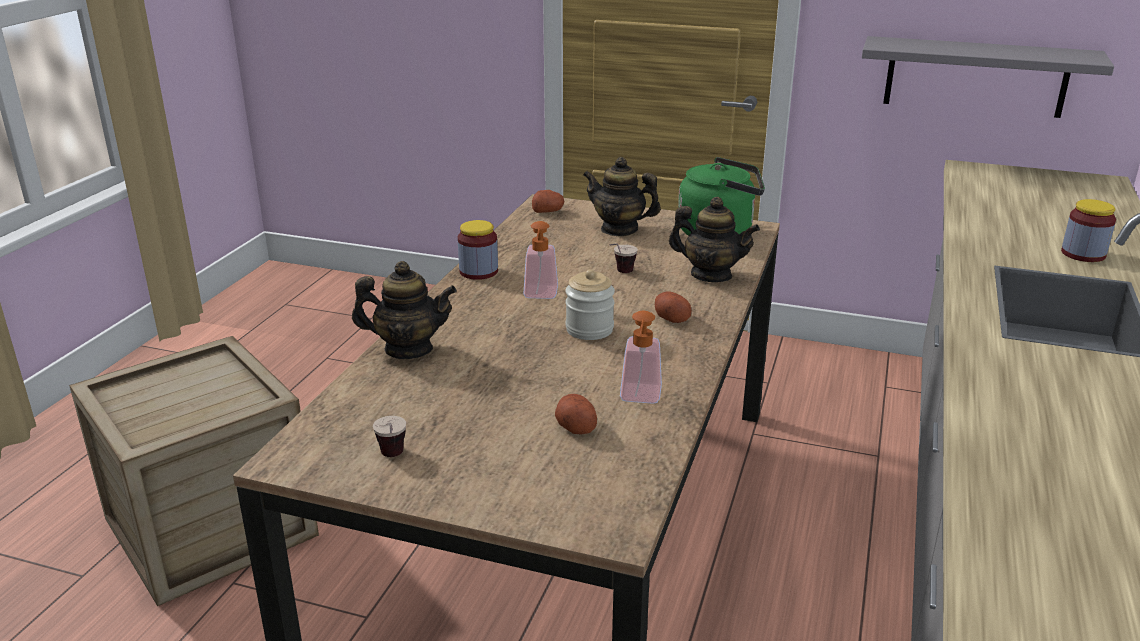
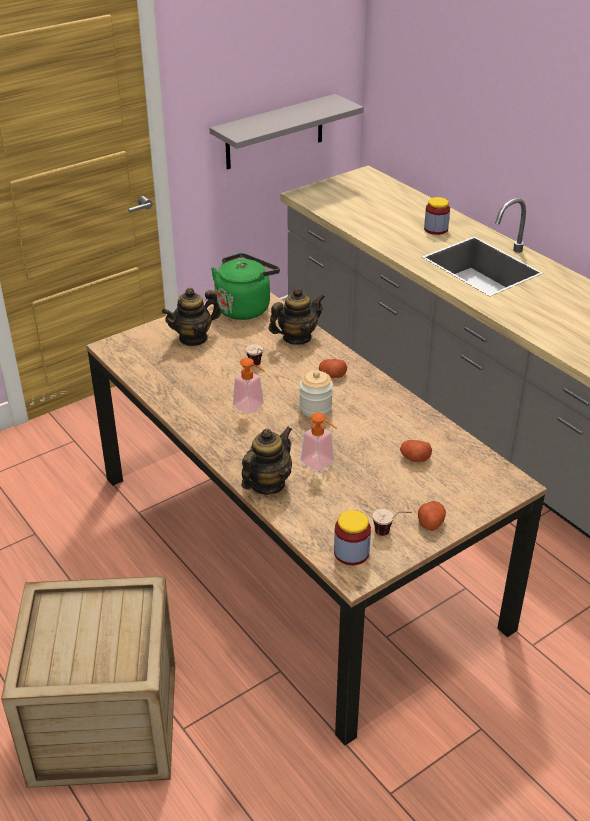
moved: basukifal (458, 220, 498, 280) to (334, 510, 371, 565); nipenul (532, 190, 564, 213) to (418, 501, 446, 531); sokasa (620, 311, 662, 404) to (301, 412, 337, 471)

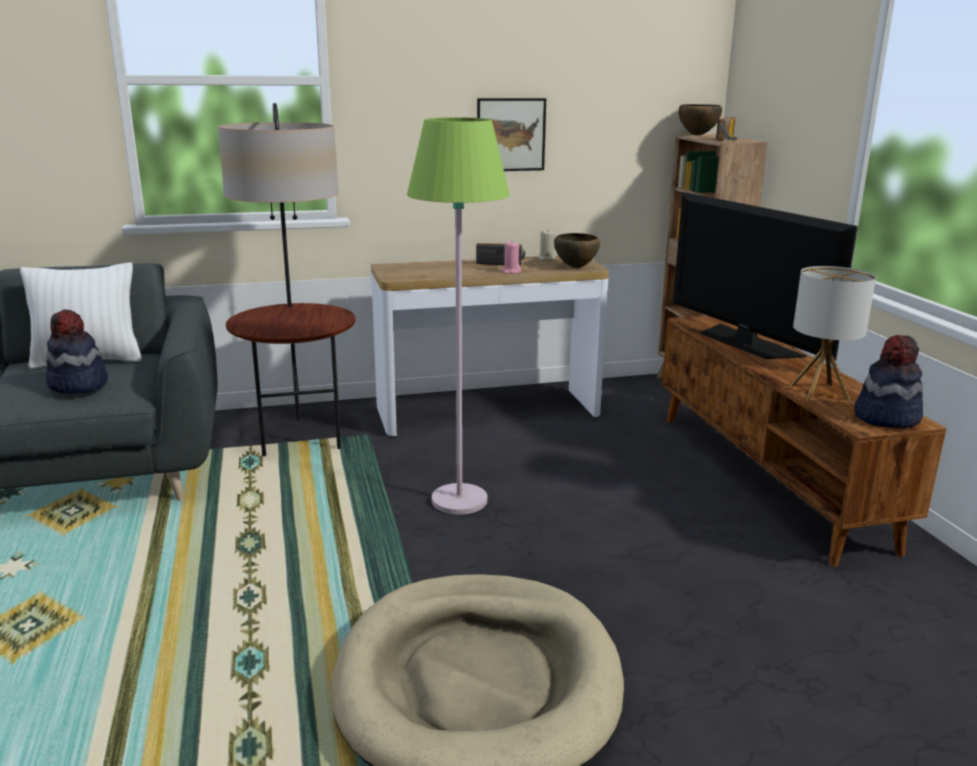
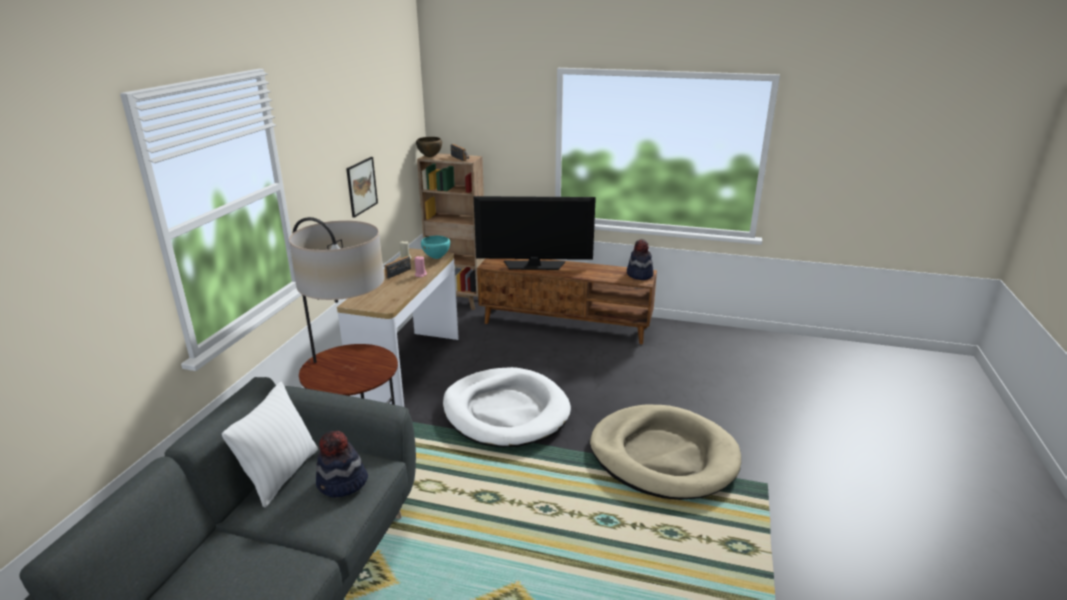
removed: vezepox (790, 266, 876, 401)
replaced: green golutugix (407, 117, 510, 515) to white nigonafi (443, 367, 571, 447)
recoloured: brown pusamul (554, 233, 600, 268) to turquoise pusamul (421, 236, 450, 259)

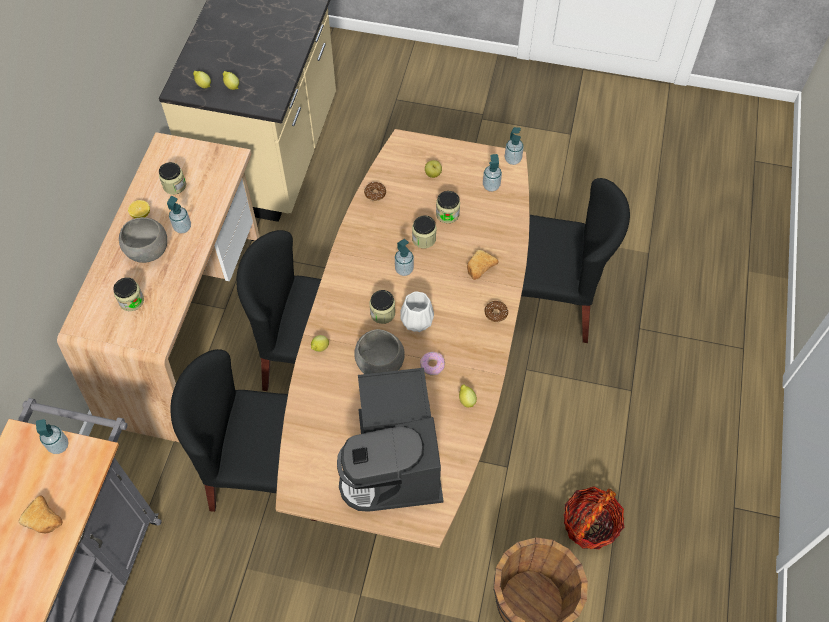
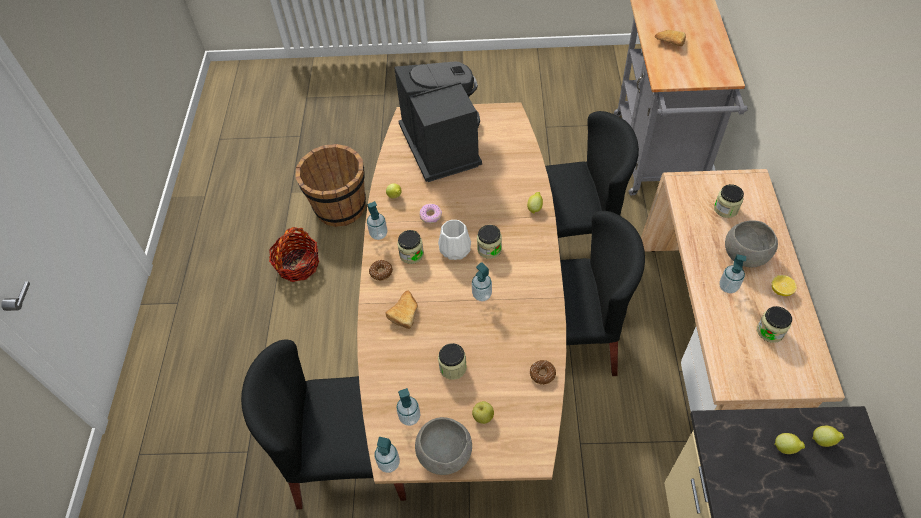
moved: sokasa (36, 419, 69, 454) to (367, 201, 388, 240); grey pusamul (354, 329, 405, 374) to (415, 417, 472, 475); basukifal (412, 216, 436, 248) to (397, 230, 424, 264)

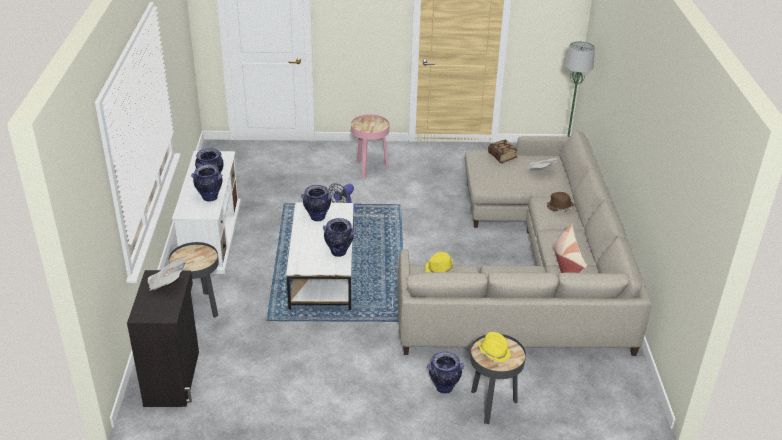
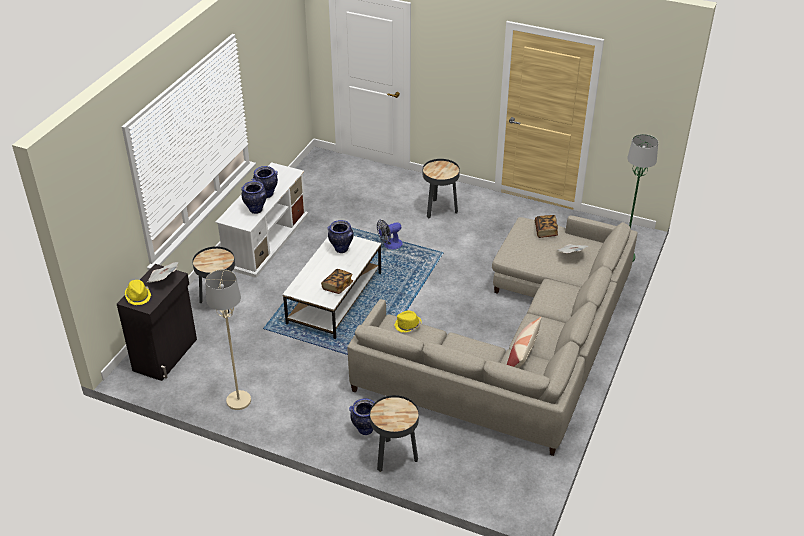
removed: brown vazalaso (547, 192, 574, 211)
added: beige golutugix (205, 270, 251, 410)
moved: yellow vazalaso (478, 332, 510, 362) to (125, 280, 151, 305)
replaced: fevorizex (323, 218, 355, 257) to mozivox (321, 269, 353, 294)
recoloured: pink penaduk (351, 114, 389, 178) to black penaduk (423, 159, 460, 218)

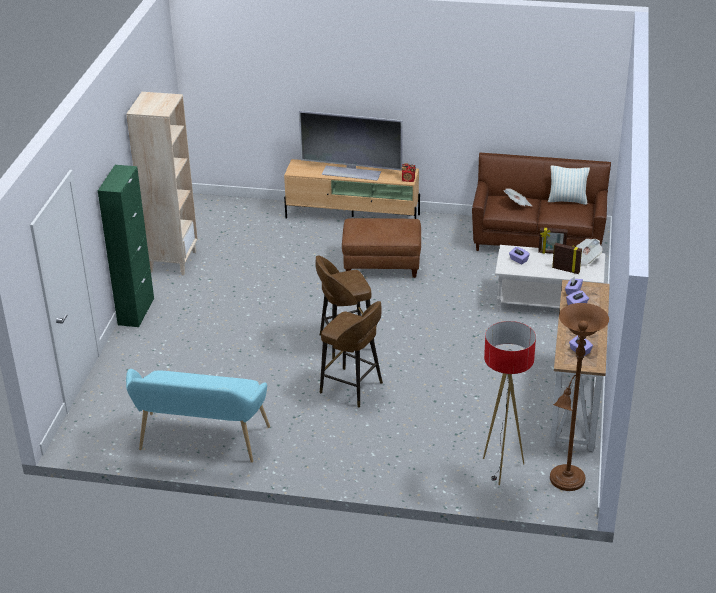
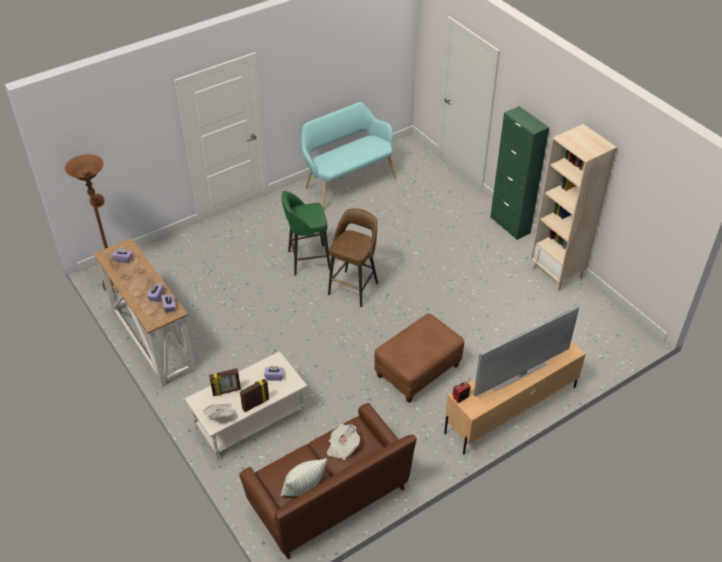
removed: golutugix (483, 321, 536, 485)
recoloured: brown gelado (320, 301, 383, 408) to green gelado (282, 191, 330, 276)

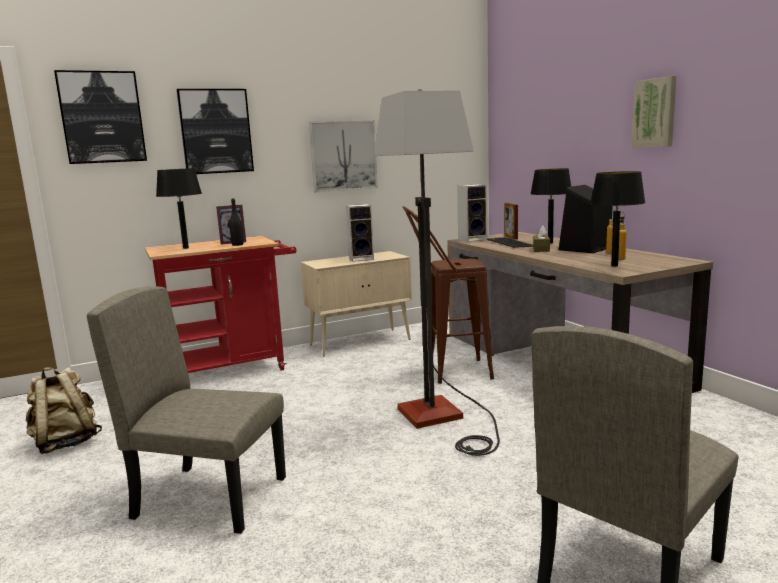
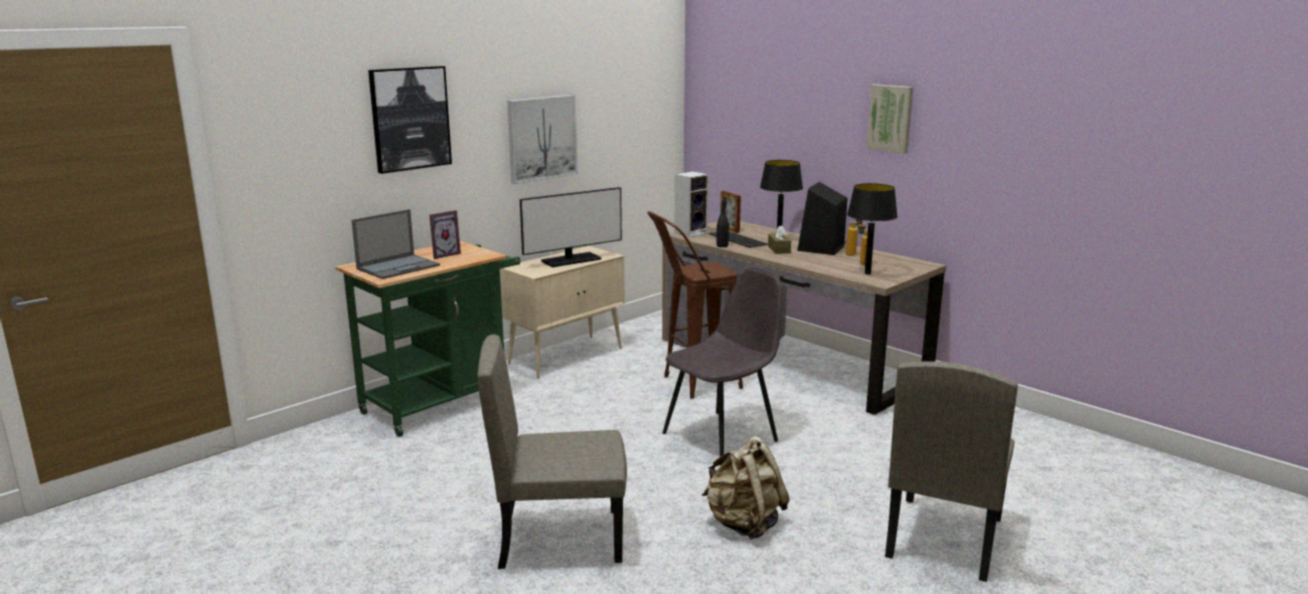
removed: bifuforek (54, 70, 147, 164)
moved: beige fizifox (26, 367, 102, 454) to (702, 436, 790, 540); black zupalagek (230, 198, 244, 246) to (716, 199, 729, 247)
replaced: black vezepox (156, 168, 202, 249) to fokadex (351, 209, 440, 279); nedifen (346, 204, 374, 262) to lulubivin (520, 187, 622, 267); golutugix (374, 89, 500, 456) to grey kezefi (663, 268, 783, 457)
recoloured: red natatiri (145, 236, 296, 373) to green natatiri (335, 241, 520, 437)

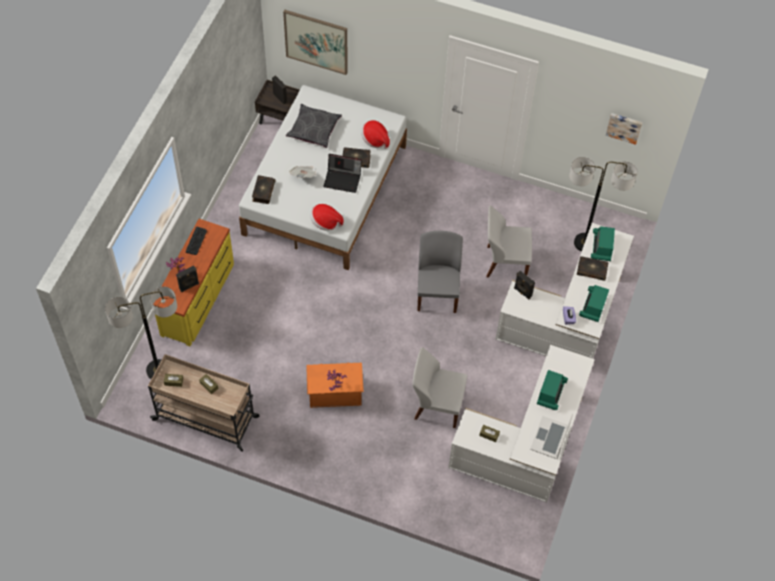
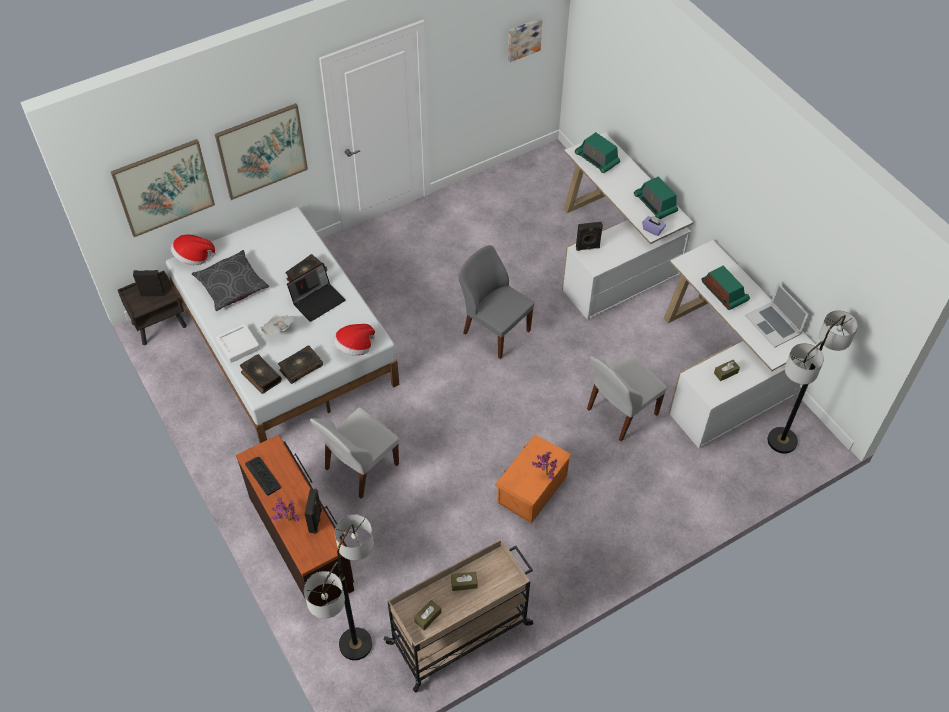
added: bifuforek (215, 103, 308, 200); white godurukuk (216, 323, 260, 363)
moved: vazalaso (361, 120, 390, 149) to (171, 234, 216, 265); white kezefi (487, 205, 532, 278) to (310, 407, 399, 498); golutugix (569, 157, 637, 251) to (768, 310, 858, 454); mozivox (577, 256, 608, 281) to (278, 345, 323, 384)
recoloured: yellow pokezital (153, 219, 234, 346) to brown pokezital (236, 435, 354, 606)

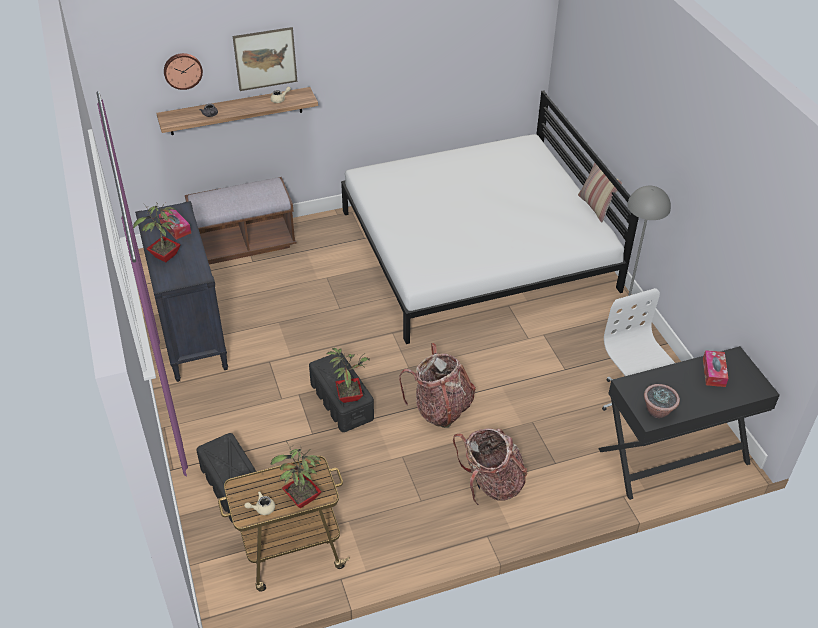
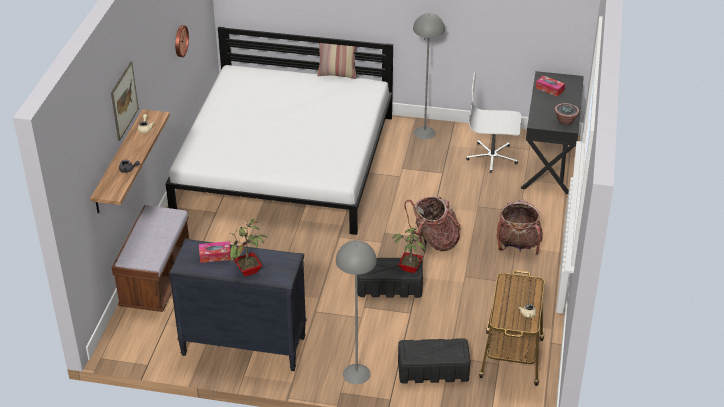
removed: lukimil (271, 441, 322, 508)
added: grey golutugix (336, 240, 377, 384)
moved: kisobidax (164, 53, 203, 90) to (175, 25, 189, 57)

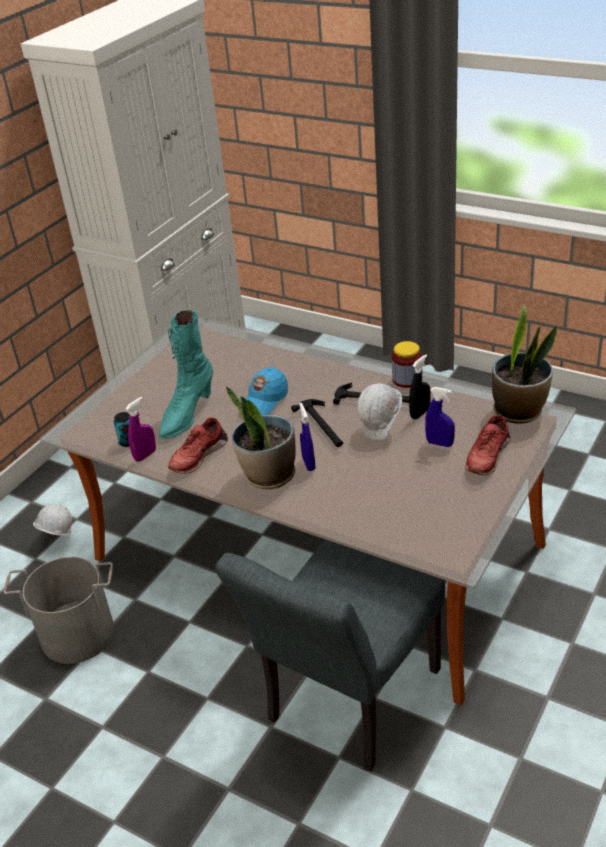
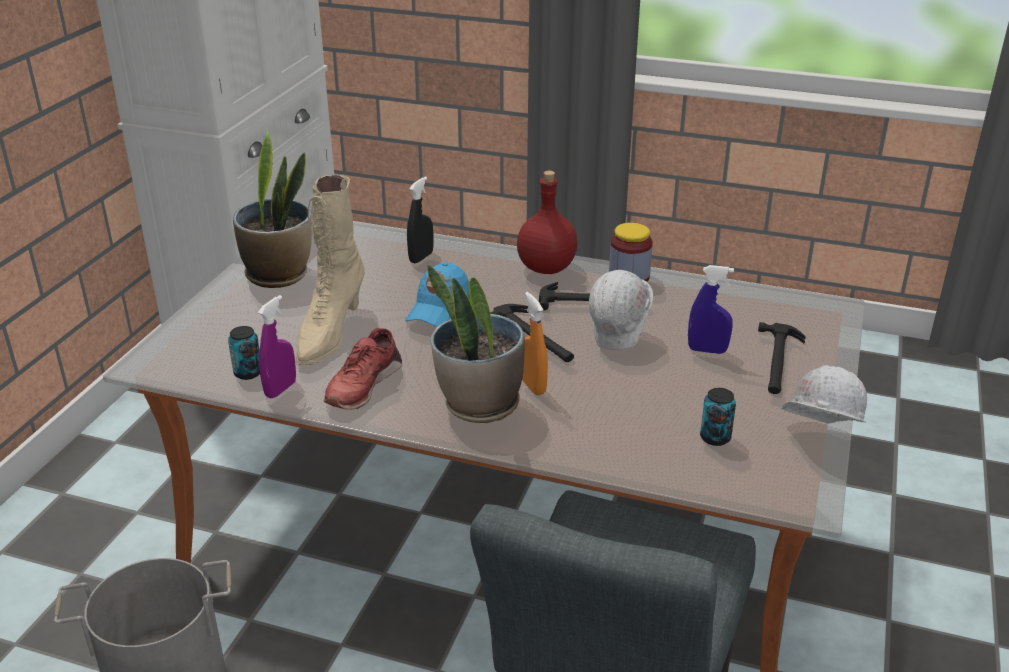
added: red zupalagek (517, 171, 578, 274); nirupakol (700, 388, 736, 446)
moved: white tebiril (33, 504, 72, 536) to (782, 365, 867, 424); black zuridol (409, 354, 431, 419) to (407, 177, 433, 263); lukimil (492, 304, 558, 424) to (233, 130, 312, 288)
replaced: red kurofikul (465, 415, 510, 475) to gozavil (758, 322, 806, 394)
recoloured: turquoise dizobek (159, 310, 213, 439) to beige dizobek (296, 175, 364, 365); blue zuridol (299, 403, 315, 471) to orange zuridol (522, 292, 548, 395)

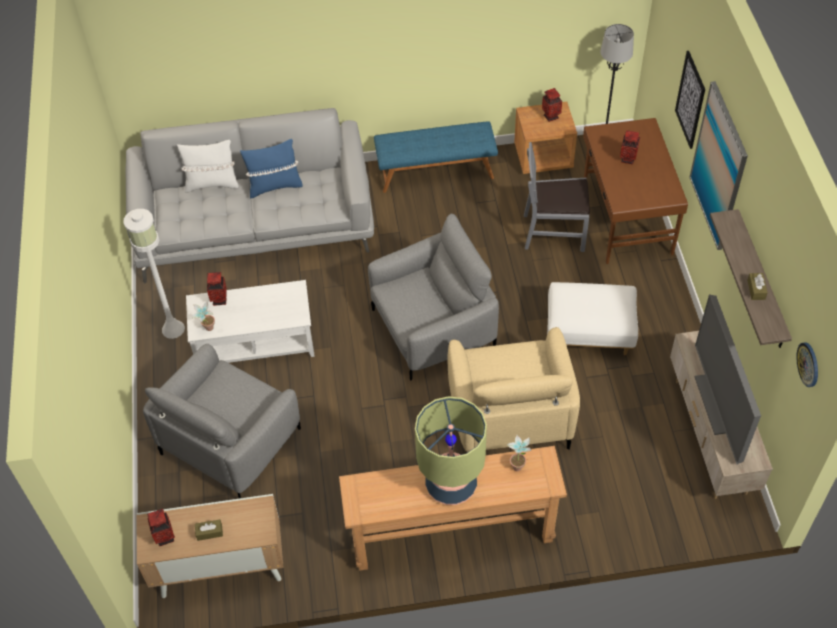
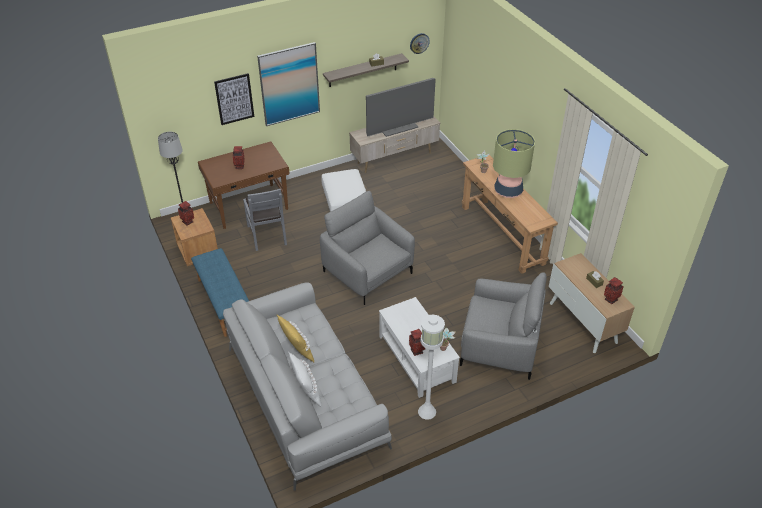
removed: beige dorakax (448, 327, 580, 452)
recoloured: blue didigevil (240, 139, 303, 199) to yellow didigevil (276, 314, 315, 363)

